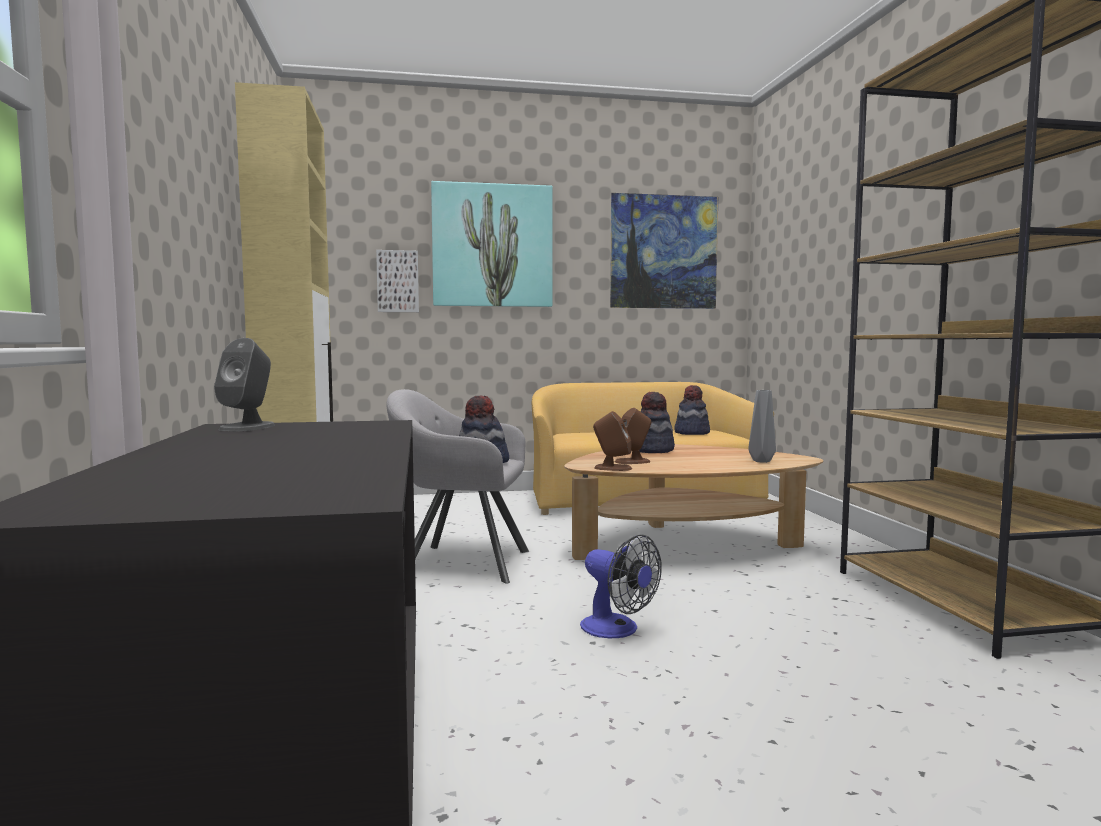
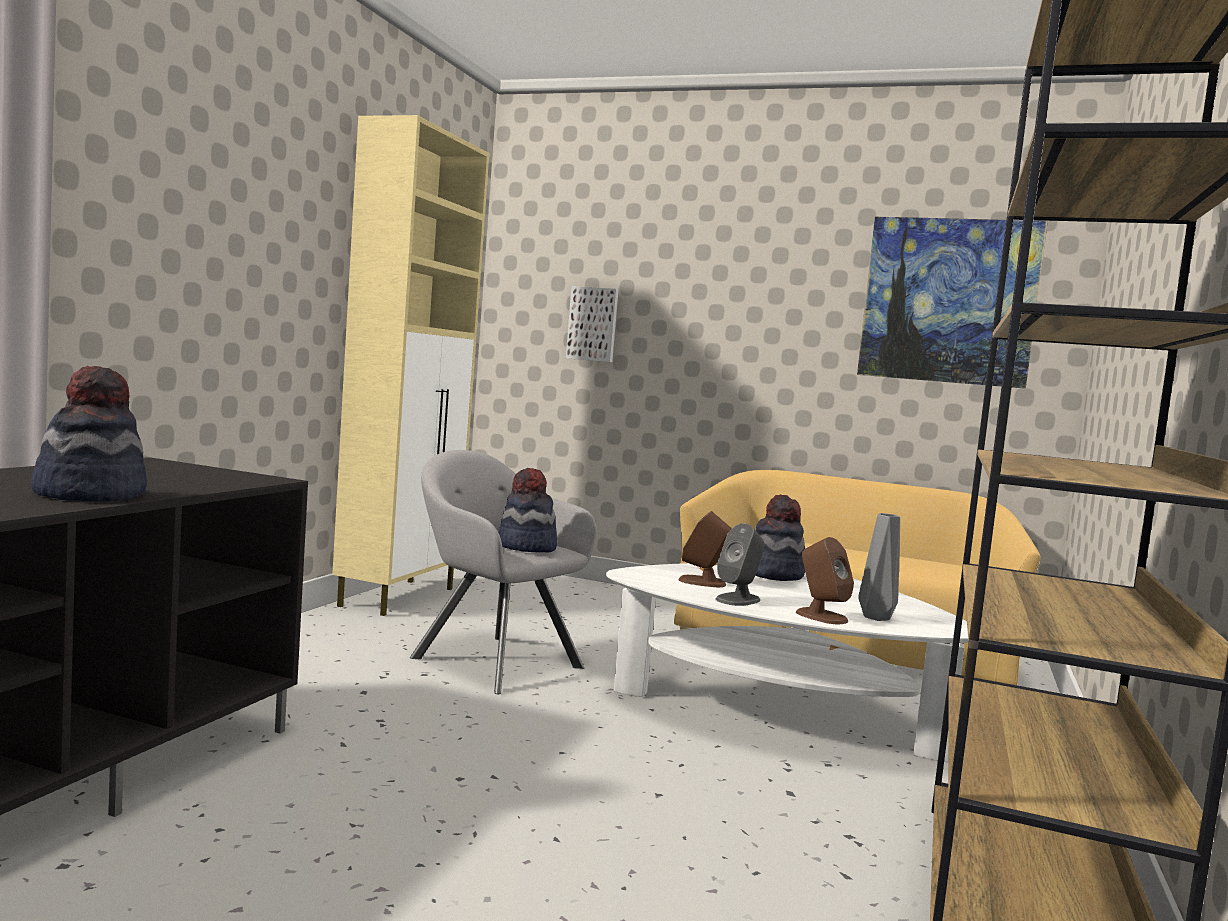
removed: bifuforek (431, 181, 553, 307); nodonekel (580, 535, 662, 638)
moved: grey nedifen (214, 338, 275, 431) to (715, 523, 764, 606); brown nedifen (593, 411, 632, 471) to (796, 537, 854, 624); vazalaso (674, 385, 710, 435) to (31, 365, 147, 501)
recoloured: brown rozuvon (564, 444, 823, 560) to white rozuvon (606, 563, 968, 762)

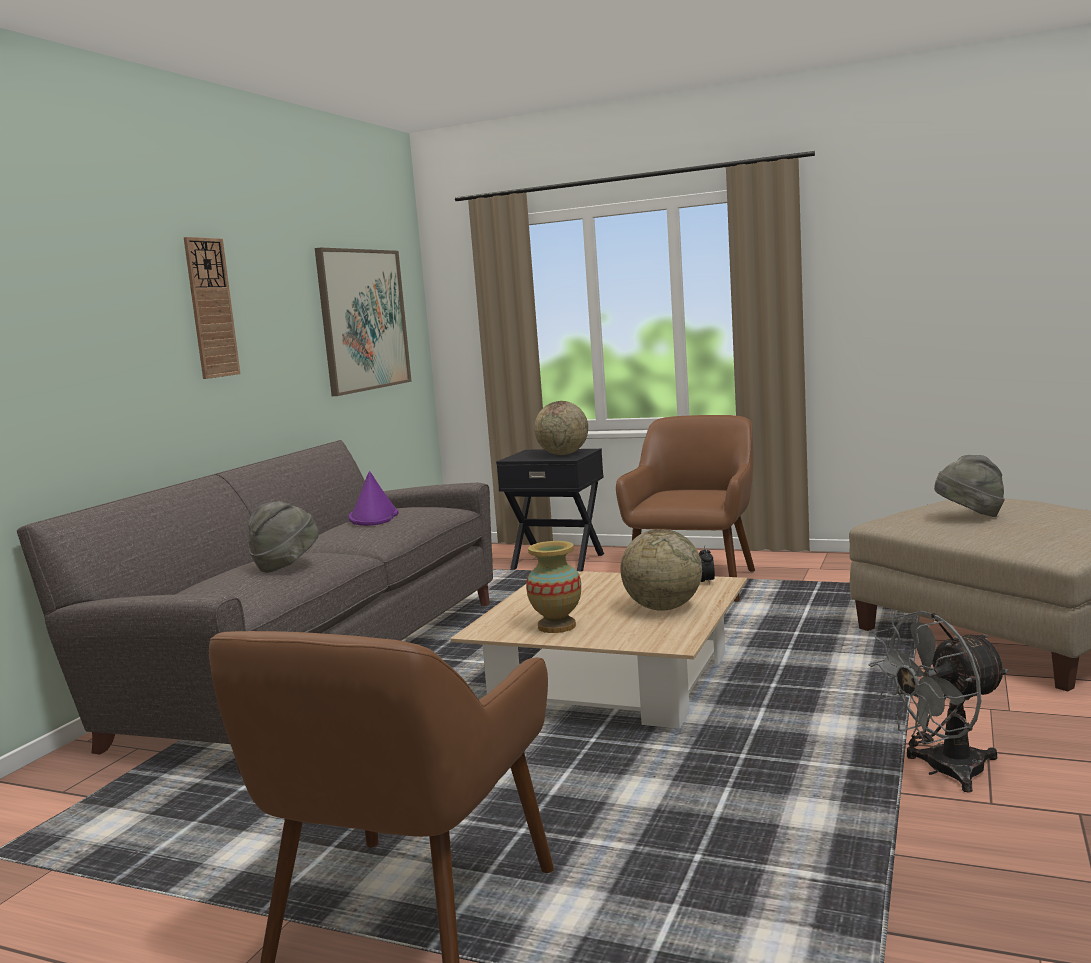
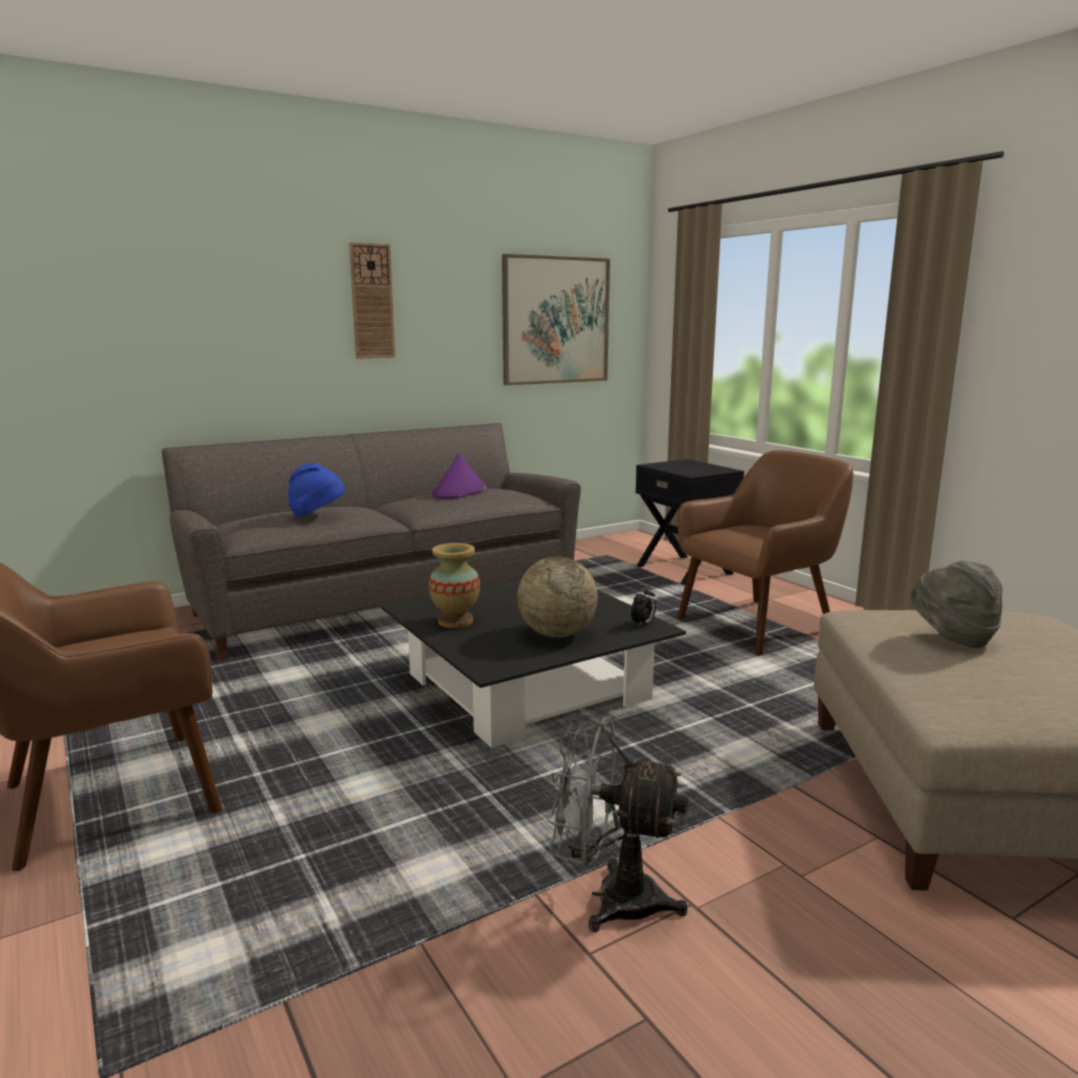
removed: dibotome (534, 401, 588, 455)
recoloured: grey vazalaso (248, 501, 319, 573) to blue vazalaso (288, 463, 345, 517); beige rozuvon (450, 571, 747, 729) to black rozuvon (381, 579, 686, 748)

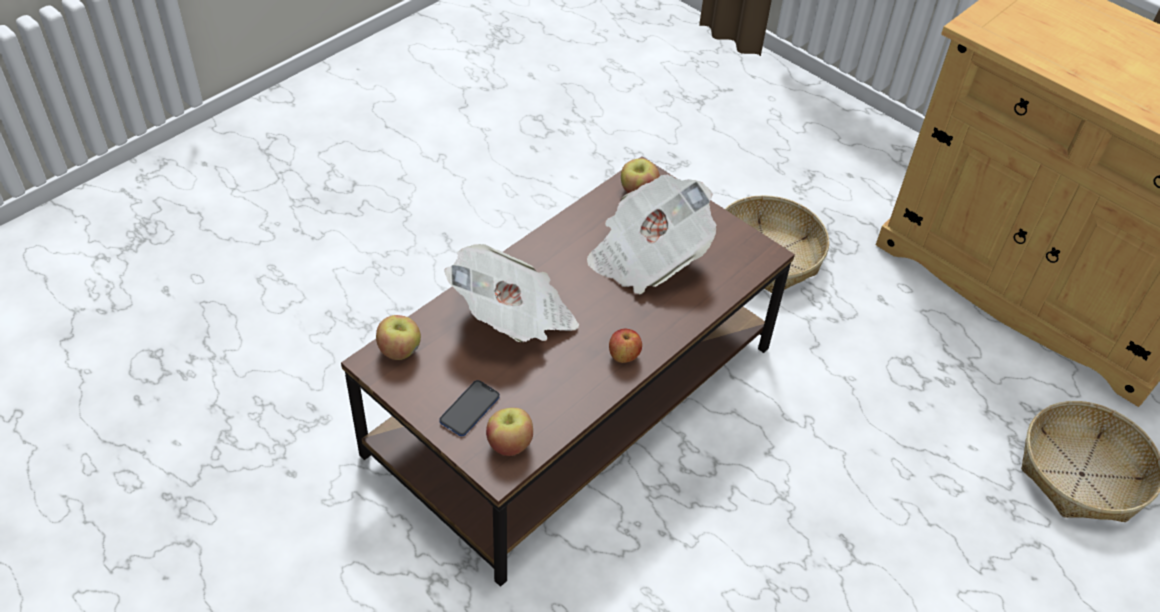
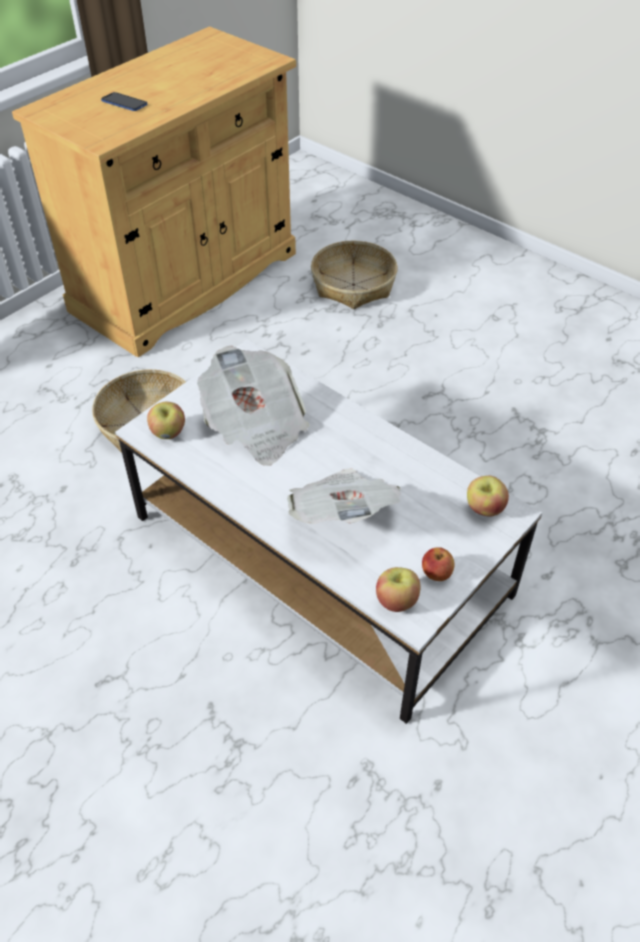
moved: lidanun (439, 380, 500, 436) to (101, 92, 147, 111); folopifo (609, 329, 642, 363) to (422, 547, 454, 581)
recoloured: brown rozuvon (341, 156, 795, 587) to white rozuvon (115, 339, 542, 724)

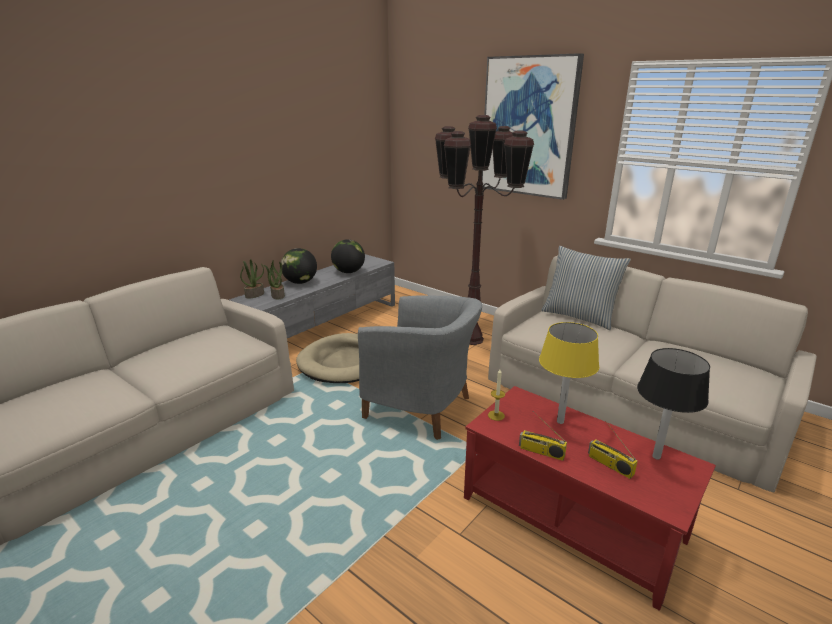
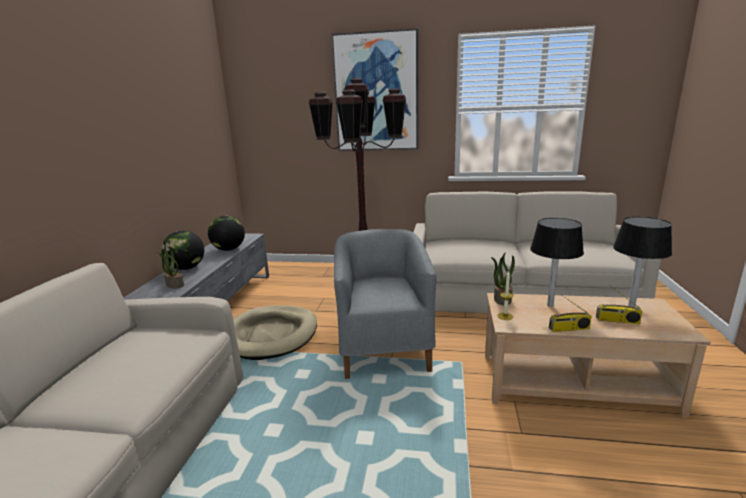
removed: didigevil (541, 246, 631, 330)
moved: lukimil (240, 259, 264, 298) to (491, 253, 515, 305)
recoloured: red rozuvon (464, 386, 716, 611) to beige rozuvon (485, 293, 711, 418); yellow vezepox (539, 322, 599, 424) to black vezepox (530, 218, 584, 307)
turned: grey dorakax (358, 295, 482, 440) = (334, 229, 436, 379) 90 degrees counterclockwise

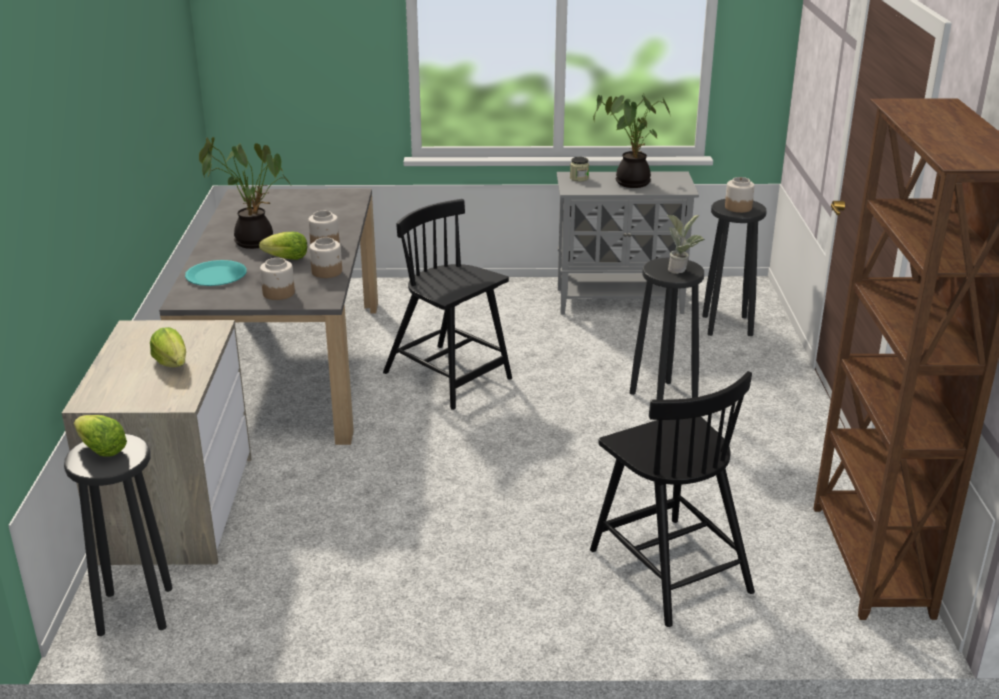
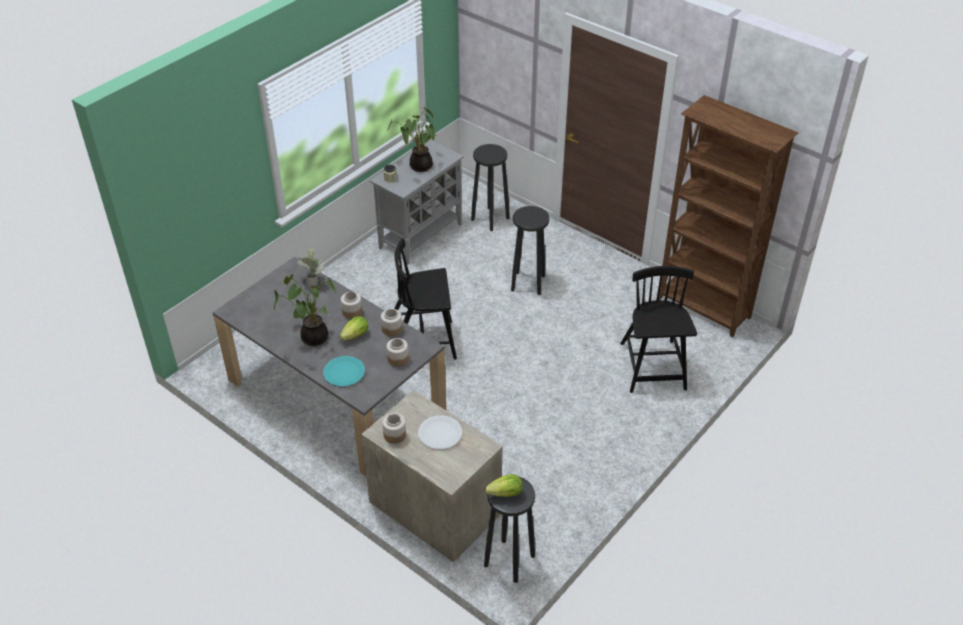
moved: lukimil (667, 214, 705, 274) to (297, 248, 325, 287); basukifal (725, 177, 755, 213) to (382, 413, 406, 444)
replaced: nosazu (150, 327, 186, 367) to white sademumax (418, 415, 462, 449)
turned: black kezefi (590, 371, 755, 627) = (620, 266, 697, 393) 105 degrees counterclockwise

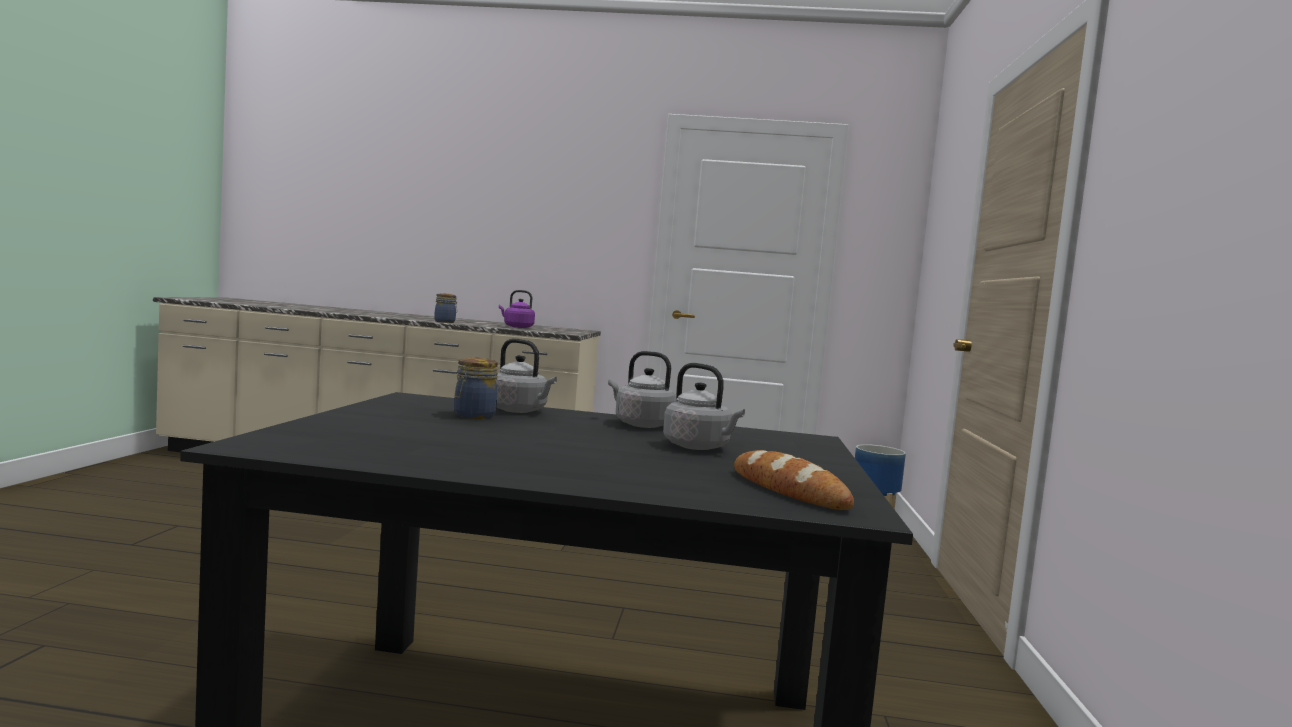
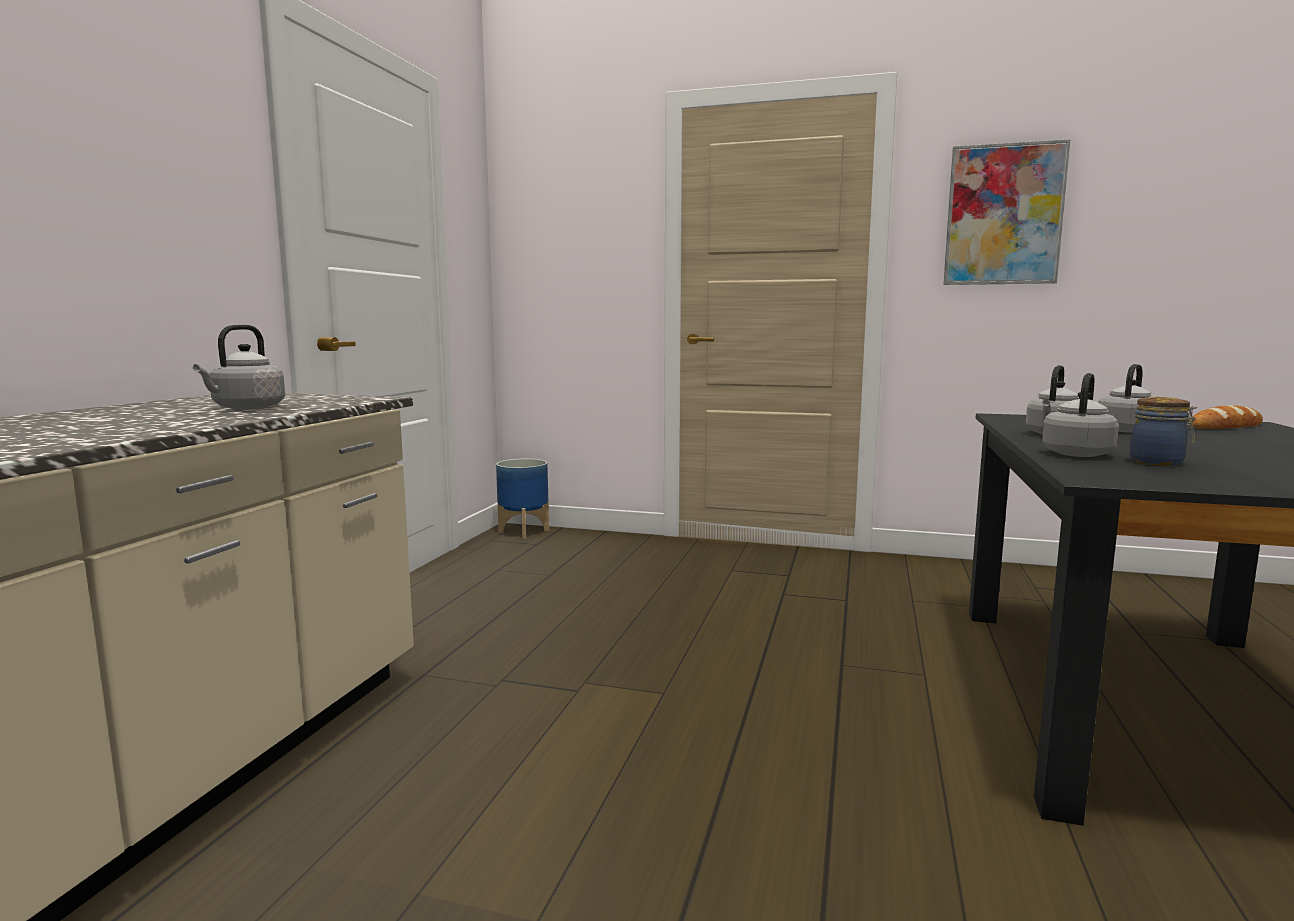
removed: basukifal (434, 293, 457, 323)
added: bifuforek (943, 139, 1070, 285)
recoloured: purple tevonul (499, 290, 535, 328) to grey tevonul (193, 324, 285, 410)

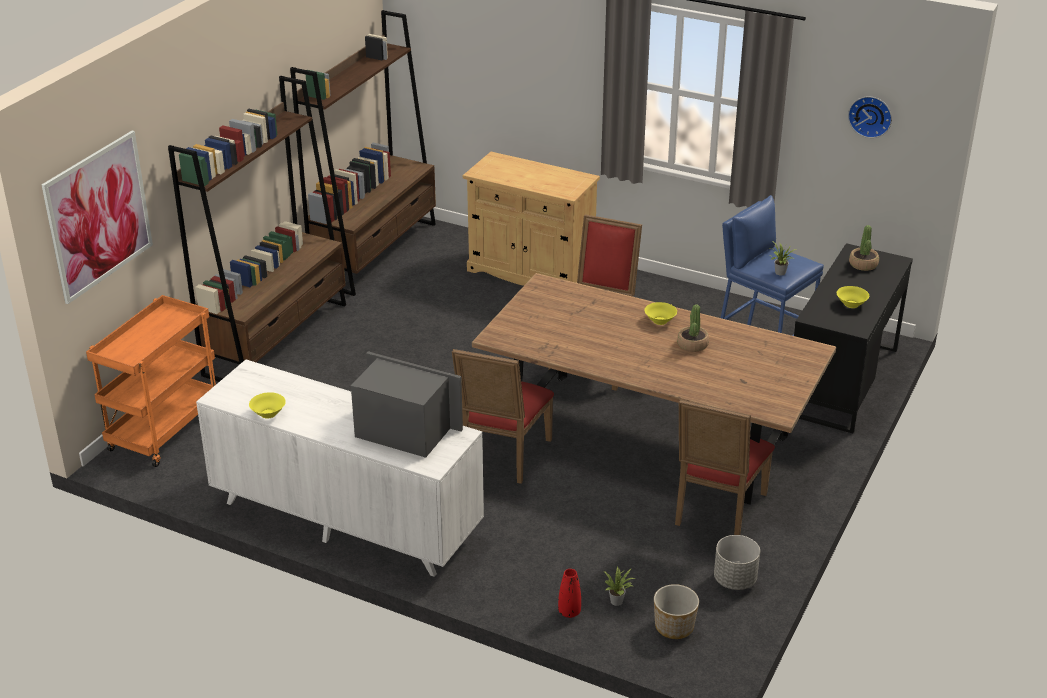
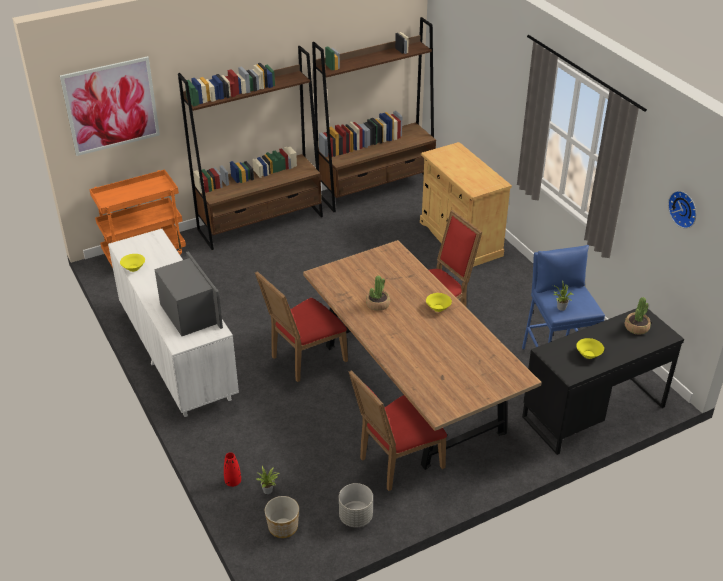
moved: lukimil (677, 304, 709, 352) to (366, 275, 390, 311)

